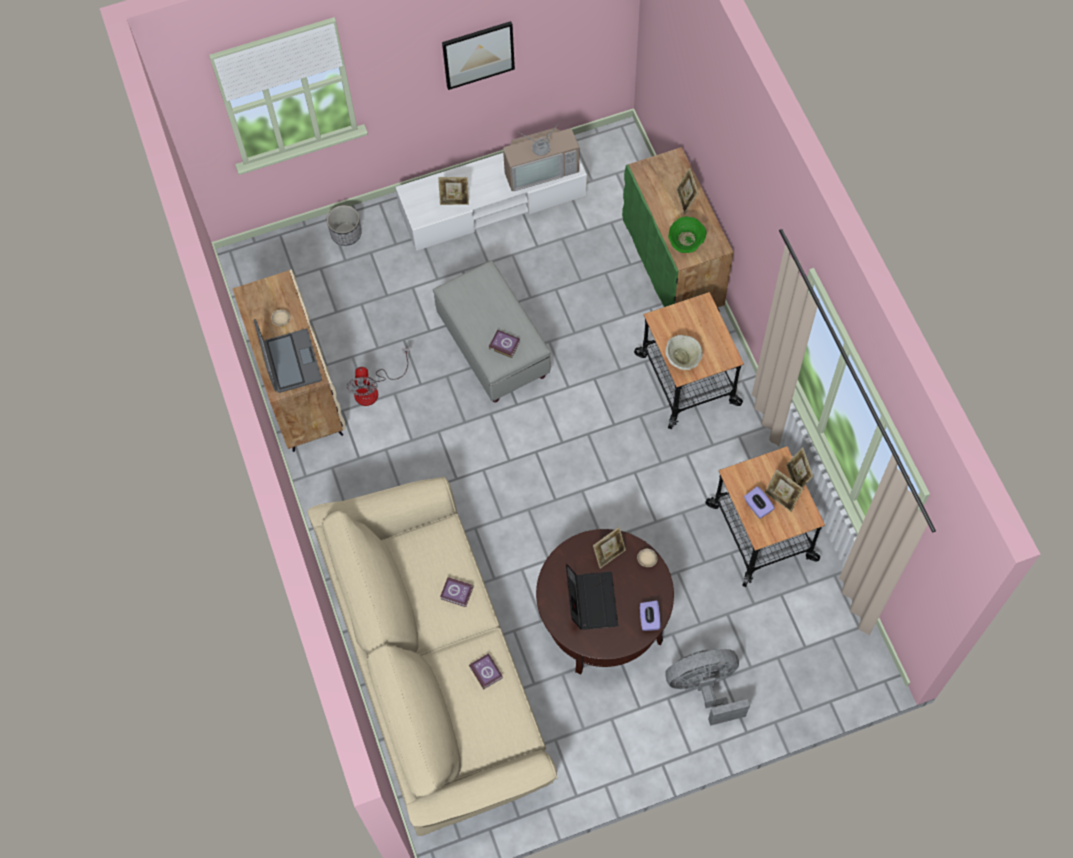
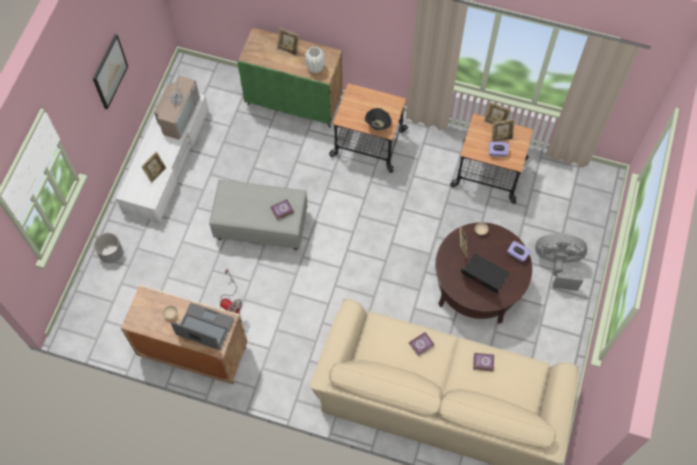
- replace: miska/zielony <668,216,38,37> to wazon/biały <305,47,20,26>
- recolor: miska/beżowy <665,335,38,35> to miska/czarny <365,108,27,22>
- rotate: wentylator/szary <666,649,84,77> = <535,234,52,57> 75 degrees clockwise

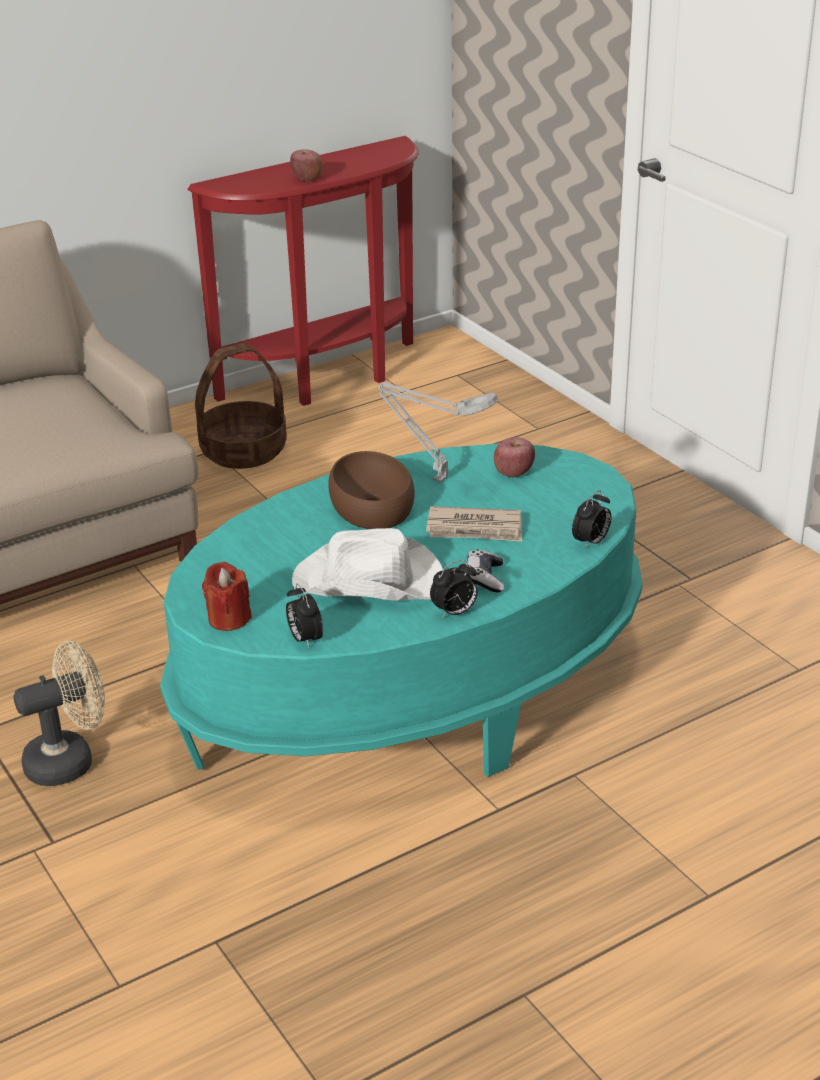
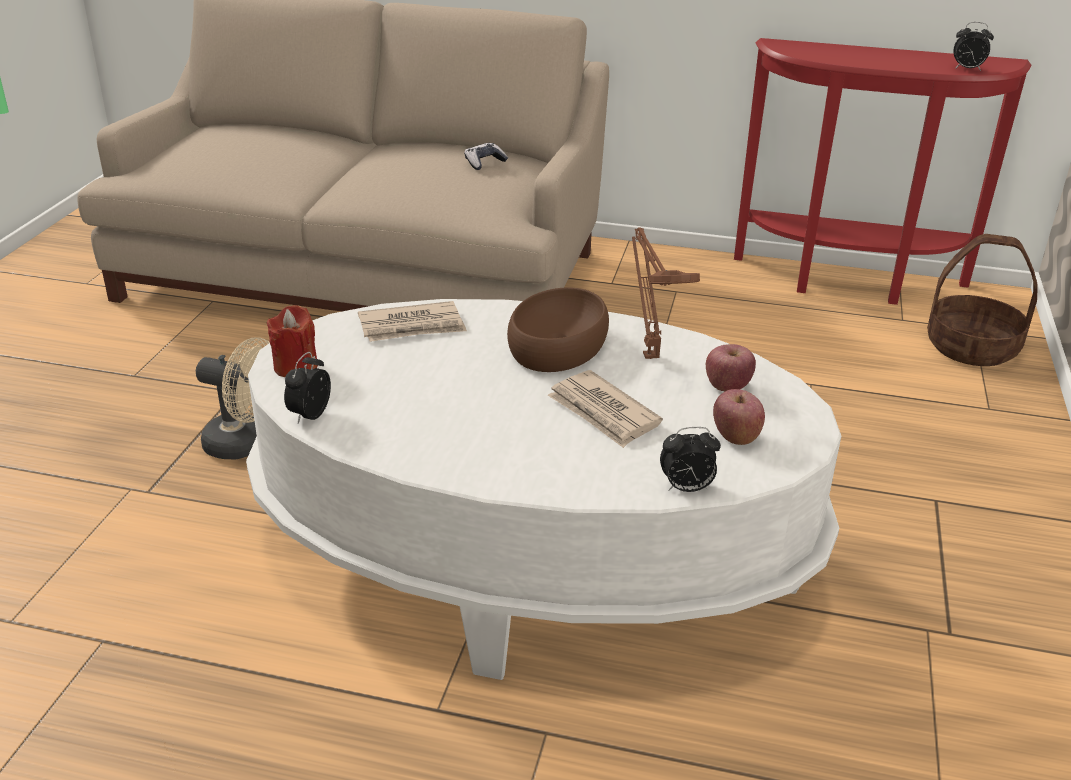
- move: jabłko <290,149,33,32> to <713,389,52,56>
- move: koszyk <195,343,92,126> to <927,234,110,132>
- recolor: lampa stołowa/szary <378,382,120,100> to lampa stołowa/brązowy <632,228,68,131>
- recolor: ława/turkusowy <160,444,483,333> to ława/biały <246,299,595,381>
- delete: kapelusz/biały <292,528,151,73>
- move: pad do gier <467,549,37,43> to <464,143,44,27>
- move: budzik <430,560,48,59> to <954,22,40,49>
- insert: gazeta <358,301,109,41>

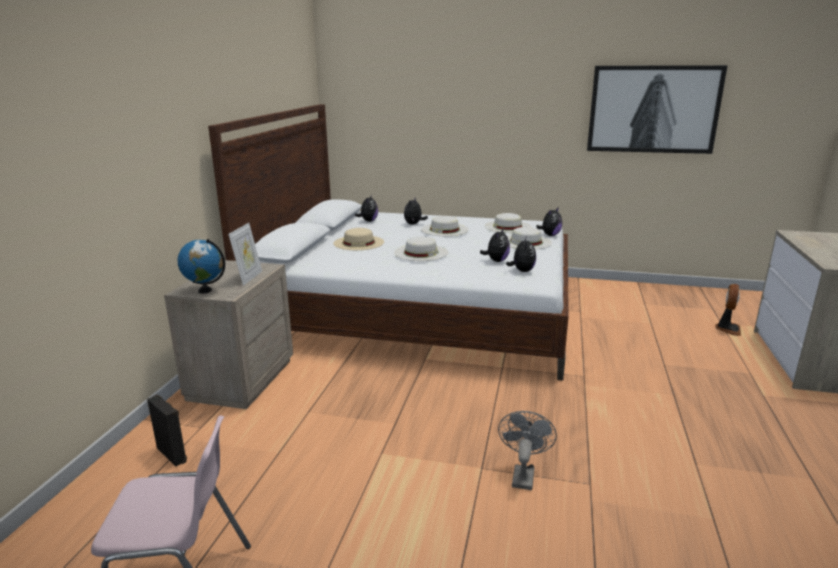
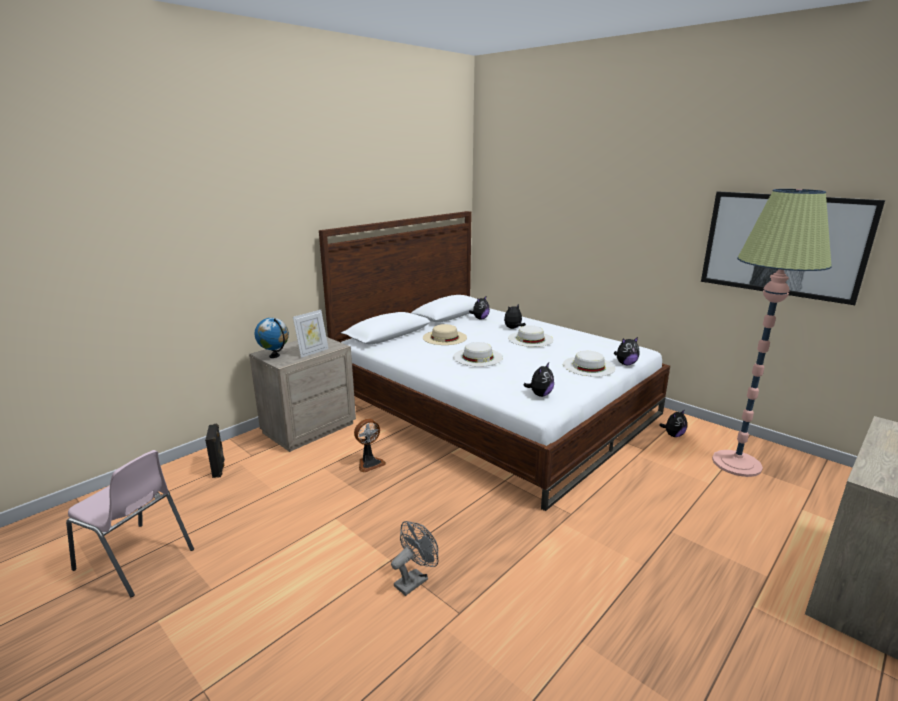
- delete: kapelusz/biały <485,213,46,20>
- move: pluszak <480,228,30,34> to <659,409,28,28>
- move: wentylator <716,284,25,52> to <354,419,32,54>
- insert: lampa stojąca <712,189,120,288>

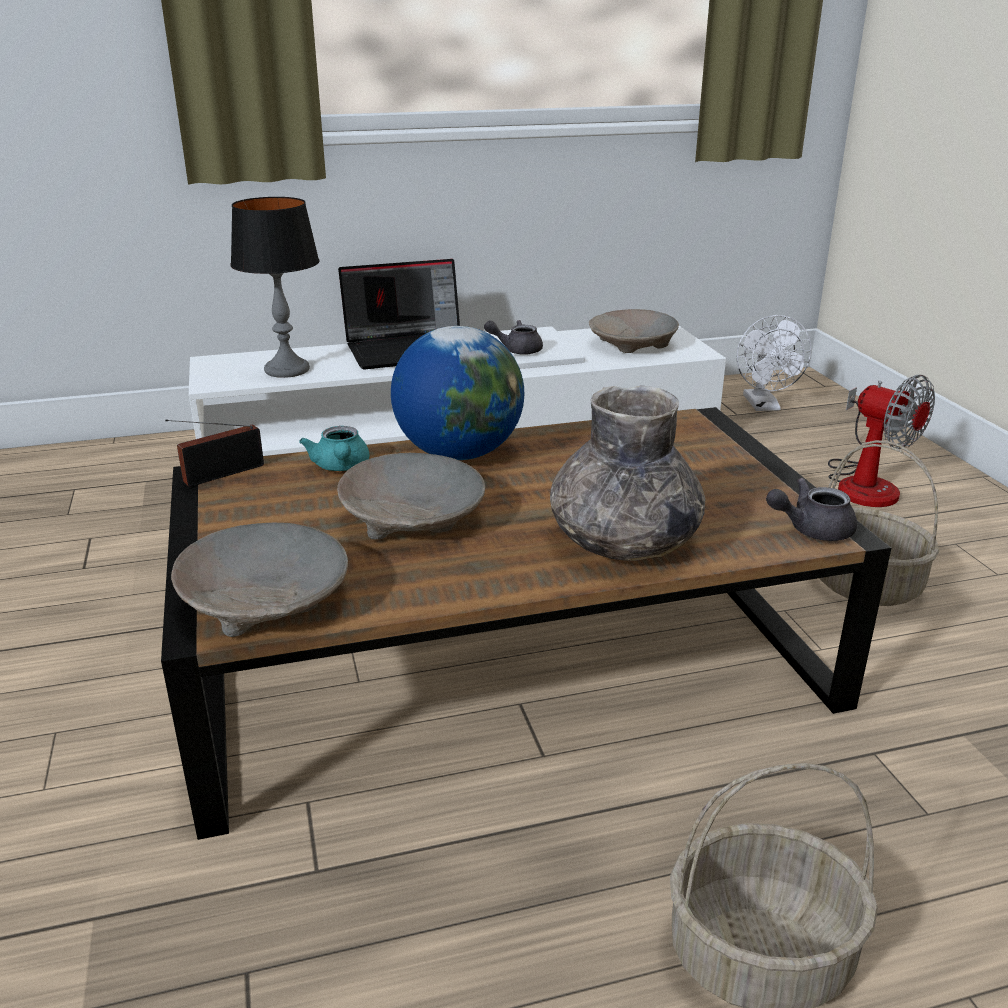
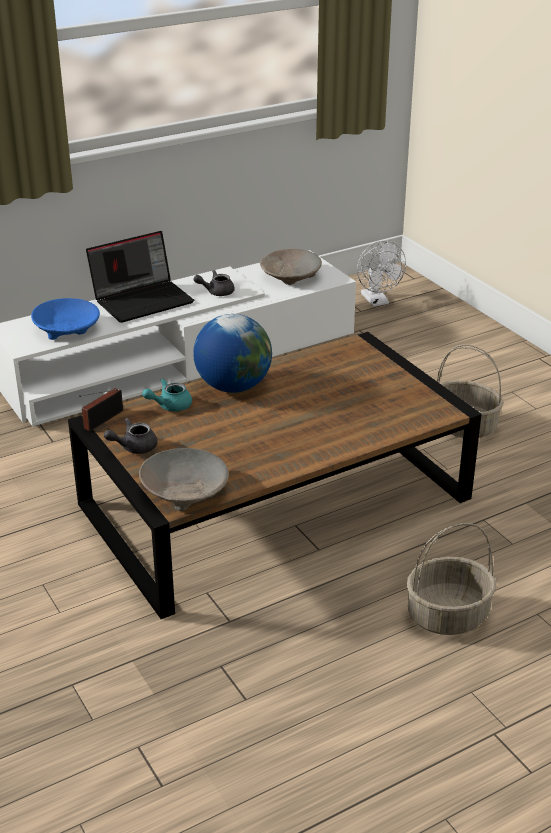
- replace: lampa stołowa <230,197,90,181> to miska/niebieski <31,298,69,42>
- delete: wentylator <828,375,107,132>
- delete: wazon/szary <550,385,155,176>
- rotate: imbryk/turkusowy <299,426,70,45> = <142,379,50,33> 90 degrees clockwise
- delete: miska/beżowy <337,453,148,86>
- move: imbryk/szary <766,478,91,63> to <104,418,53,36>

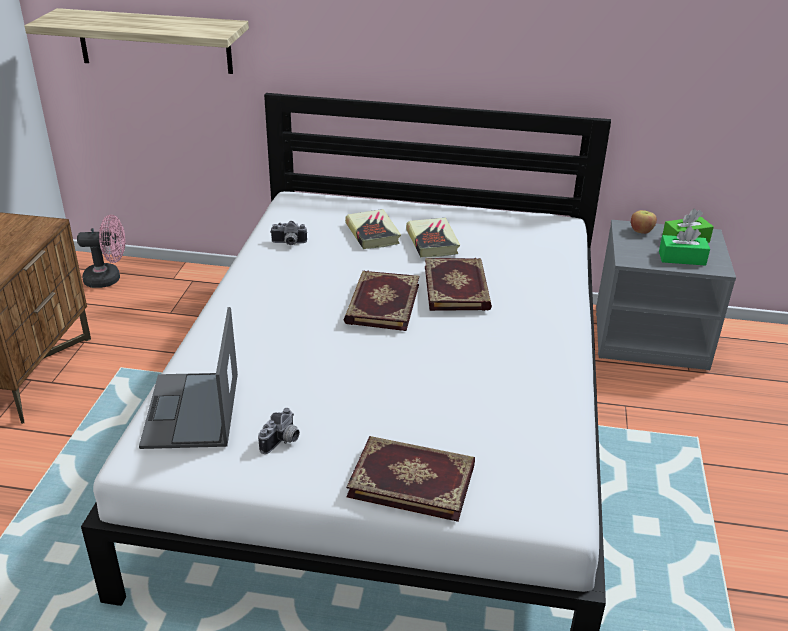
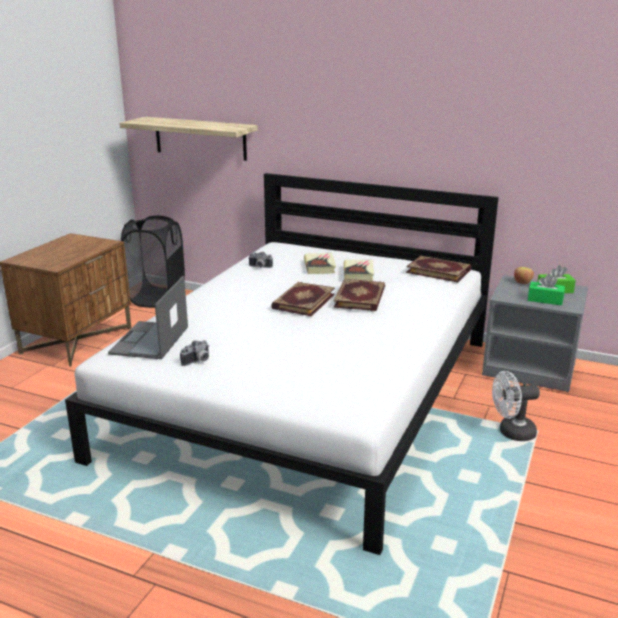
- replace: wentylator/różowy <77,215,48,73> to kosz na pranie/czarny <121,216,64,92>
- move: książka <346,436,129,86> to <406,256,65,26>
- insert: wentylator/biały <492,371,48,70>

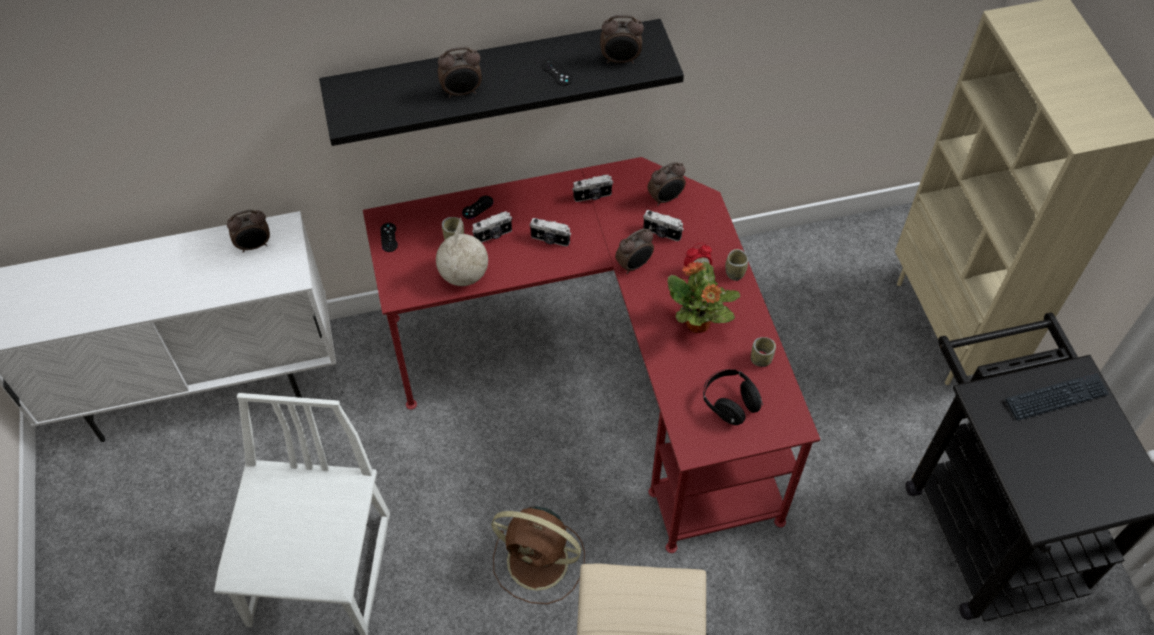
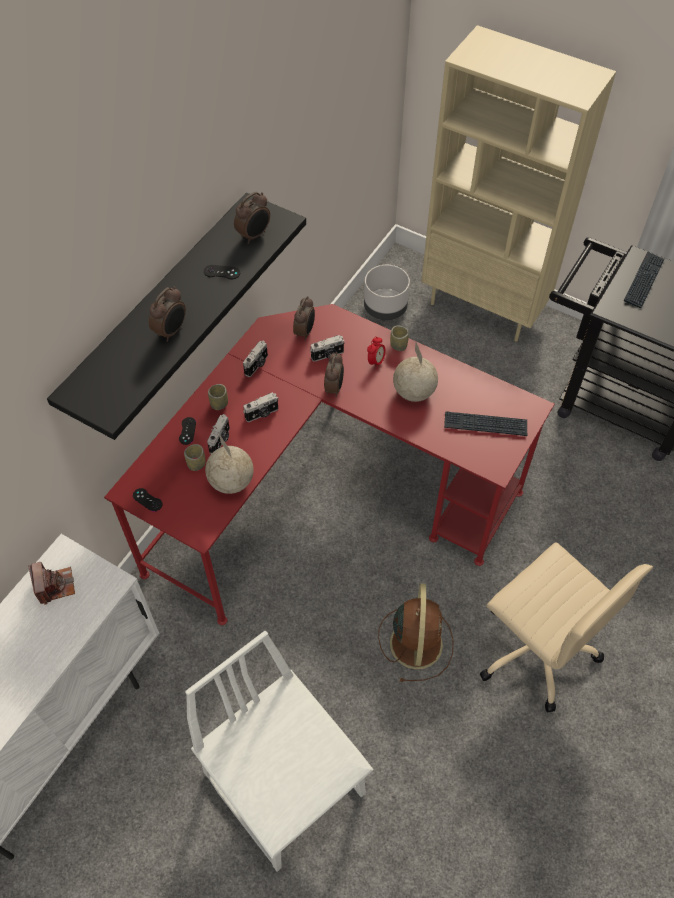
- replace: budzik <227,210,43,43> to aparat fotograficzny <28,562,47,43>
- replace: roślina doniczkowa <668,261,72,72> to globus <393,342,45,60>
- move: filiżanka <751,337,25,30> to <208,384,20,26>
- replace: słuchawki/czarny <703,369,60,56> to klawiatura <444,411,83,25>
- rotate: wentylator/brązowy <491,506,94,98> = <378,583,76,99> 60 degrees counterclockwise
- insert: donica/szary <364,265,46,55>

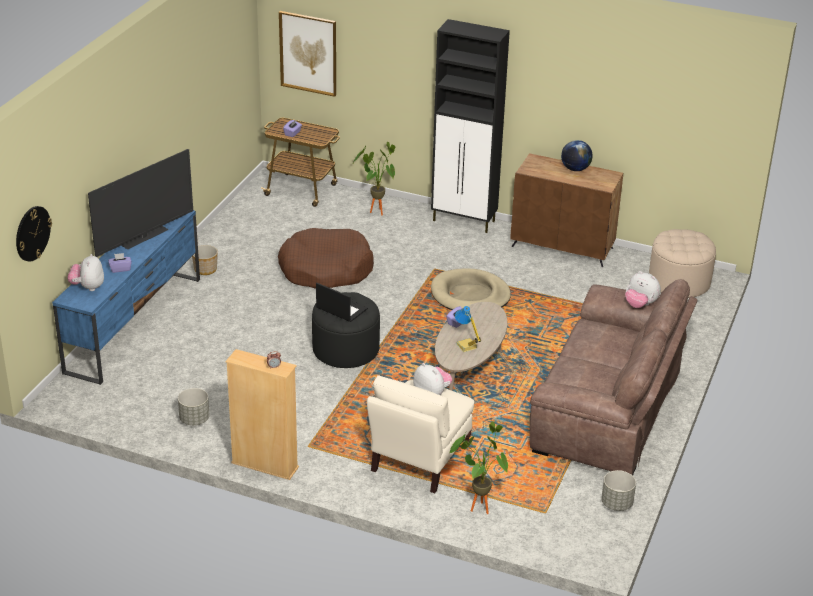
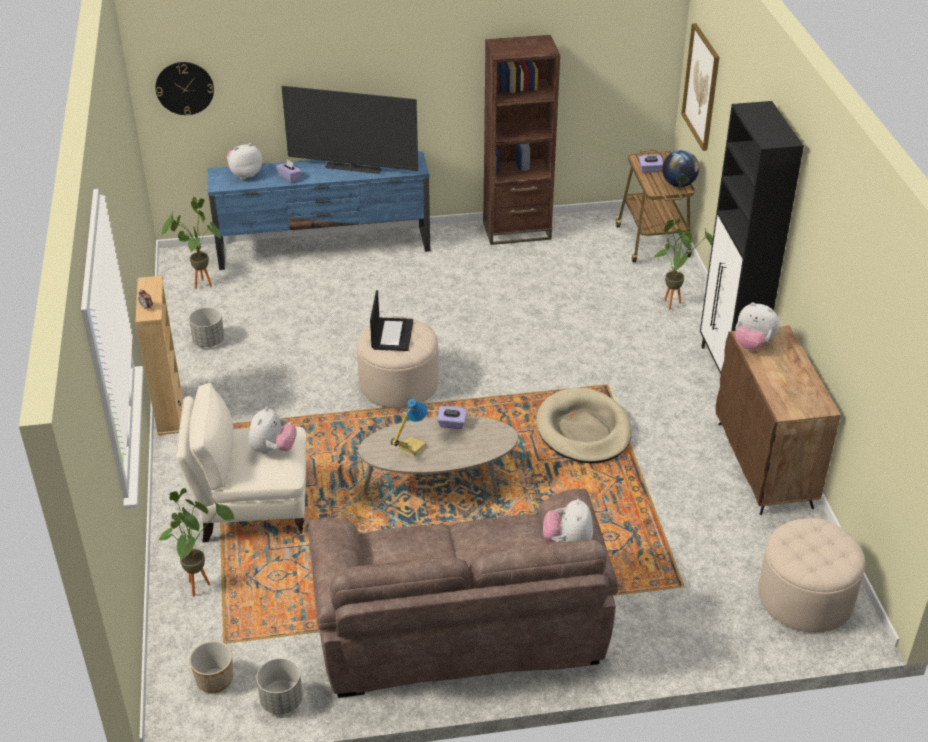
- move: globus <561,140,32,31> to <662,150,37,37>
- delete: legowisko/brązowy <278,228,96,61>
- move: donica <192,245,26,30> to <189,641,44,52>
- recolor: pufa/czarny <312,292,68,76> to pufa/beżowy <357,316,82,92>
- insert: regał/brązowy <483,35,77,210>
- insert: roślina doniczkowa <162,197,59,92>
- insert: pluszak <735,302,44,48>

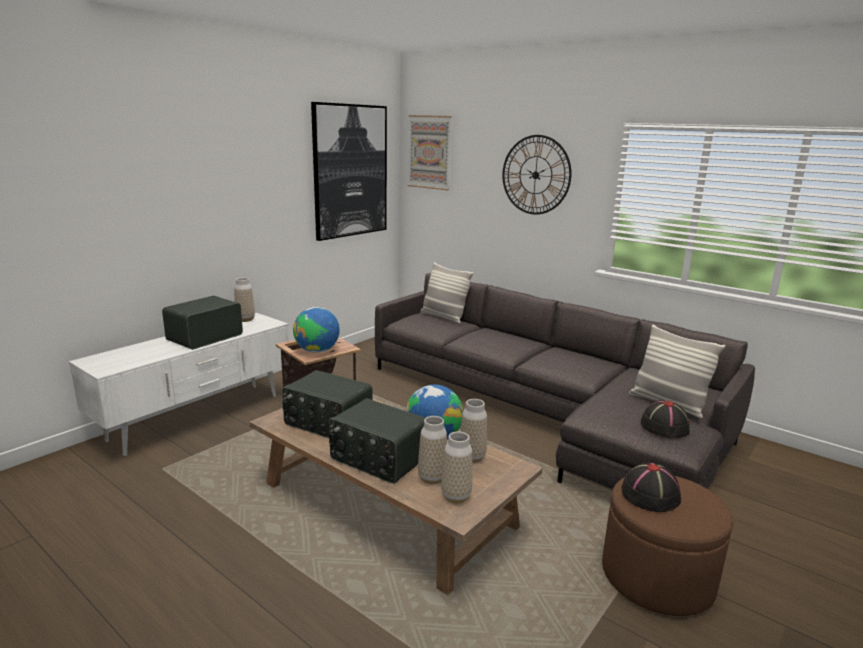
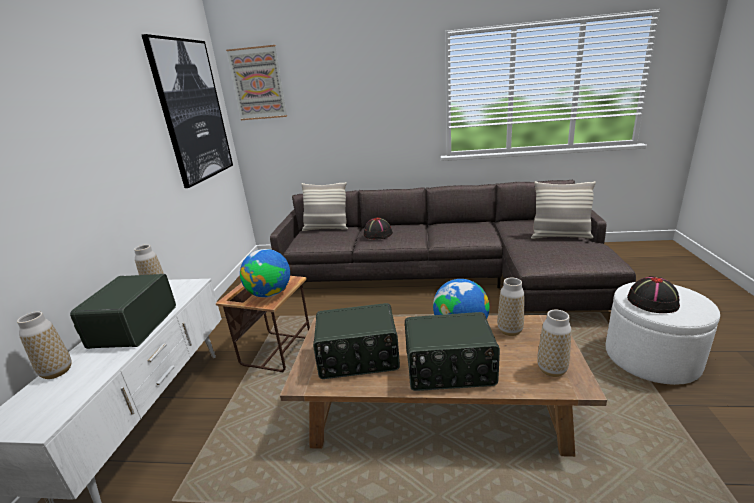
- delete: zegar ścienny <502,135,70,80>
- move: kapelusz/czarny <641,400,49,38> to <364,218,29,21>
- move: wazon <418,416,29,68> to <17,311,55,68>
- recolor: pufa/brązowy <602,476,131,140> to pufa/biały <606,282,114,103>

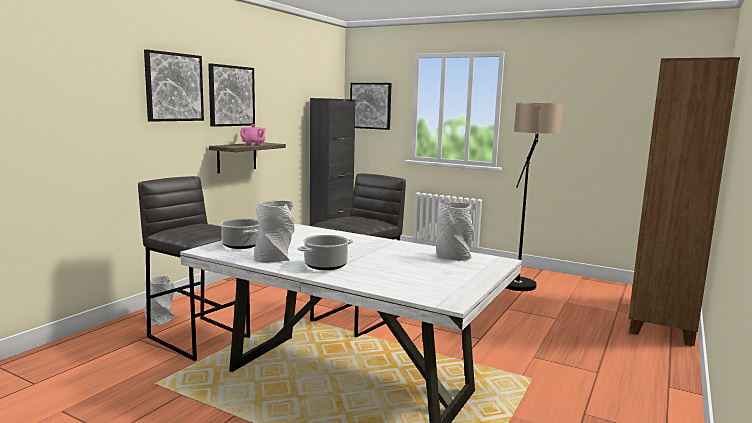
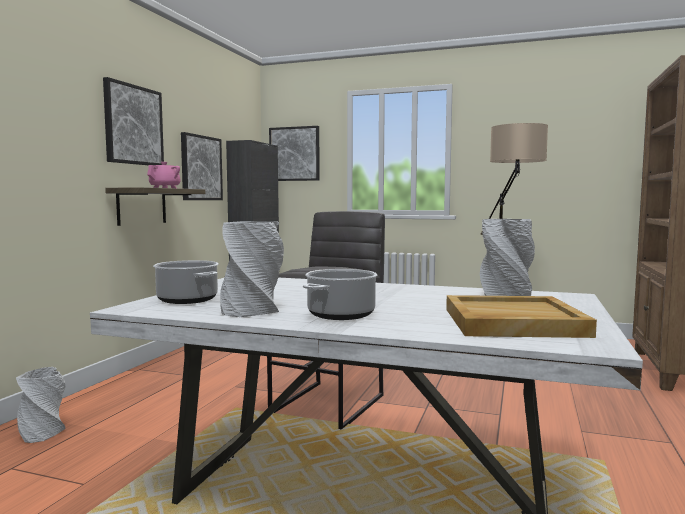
- move: obraz <144,50,60,72> to <181,132,42,68>
- delete: stołek/szary <138,176,112,185>
- insert: taca/beżowy <446,295,151,43>

